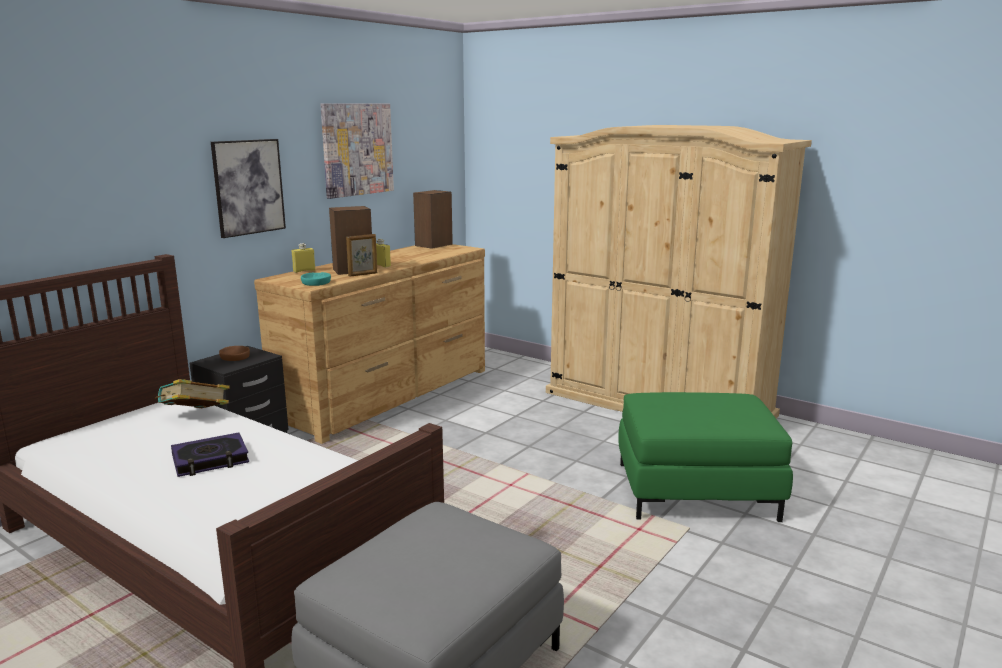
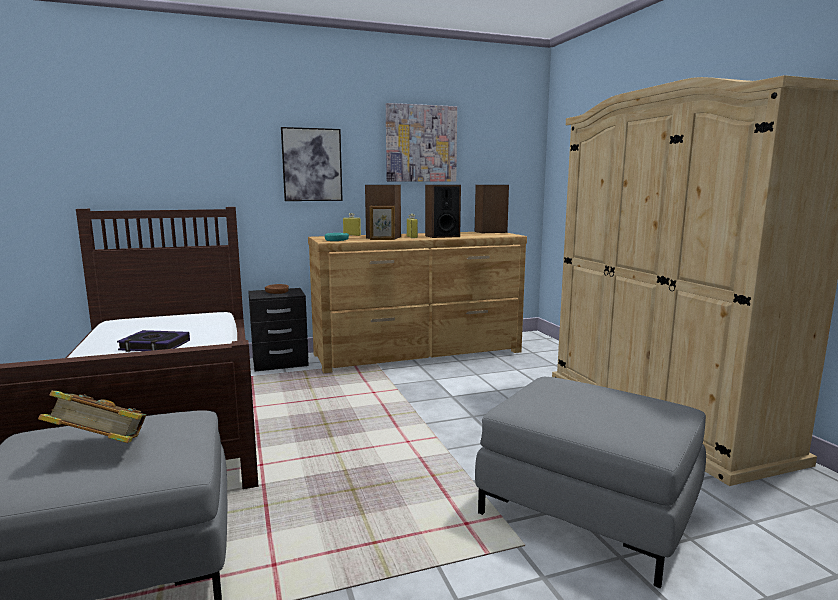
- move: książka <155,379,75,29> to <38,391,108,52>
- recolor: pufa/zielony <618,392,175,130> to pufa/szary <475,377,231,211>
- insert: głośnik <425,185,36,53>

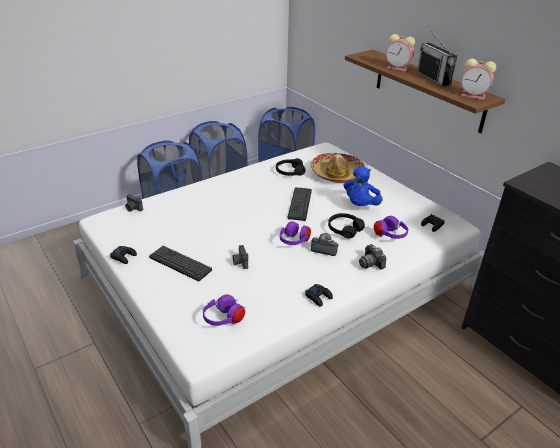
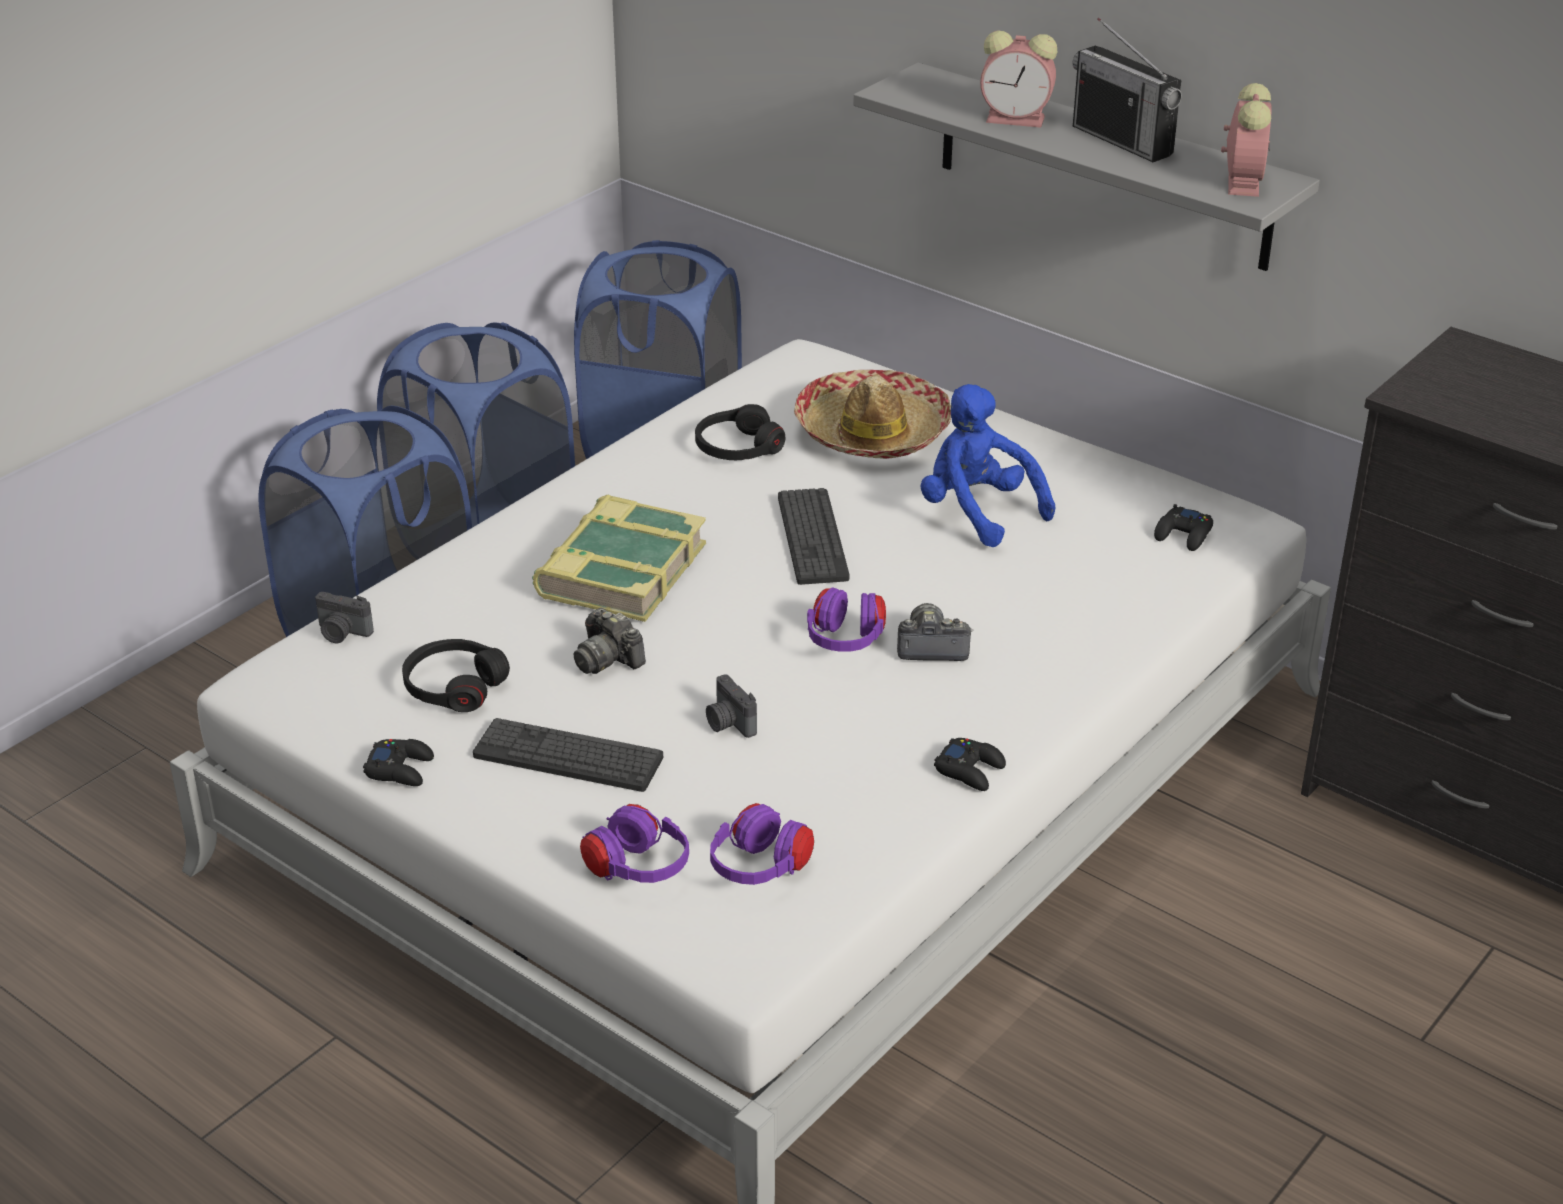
- recolor: półka/brązowy <345,50,160,83> to półka/szary <853,63,467,208>
- rotate: budzik <461,58,35,42> = <1221,83,51,114> 90 degrees counterclockwise
- rotate: pluszak/niebieski <343,166,40,40> = <921,384,134,163> 135 degrees clockwise
- move: słuchawki/czarny <328,213,37,25> to <402,639,108,73>
- move: słuchawki/fioletowy <374,216,34,23> to <580,804,109,79>
- move: aparat fotograficzny <359,244,27,25> to <573,608,73,66>
- insert: książka <532,495,174,127>

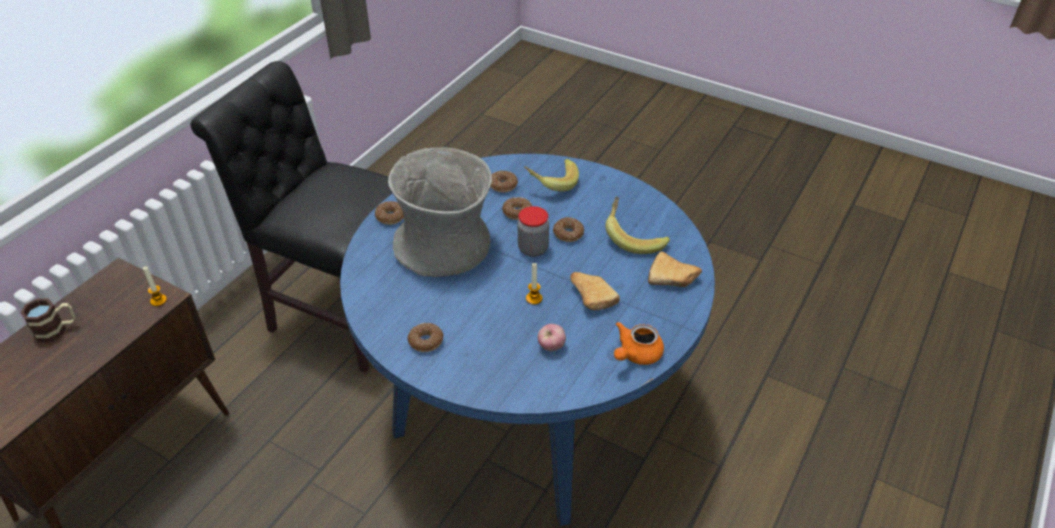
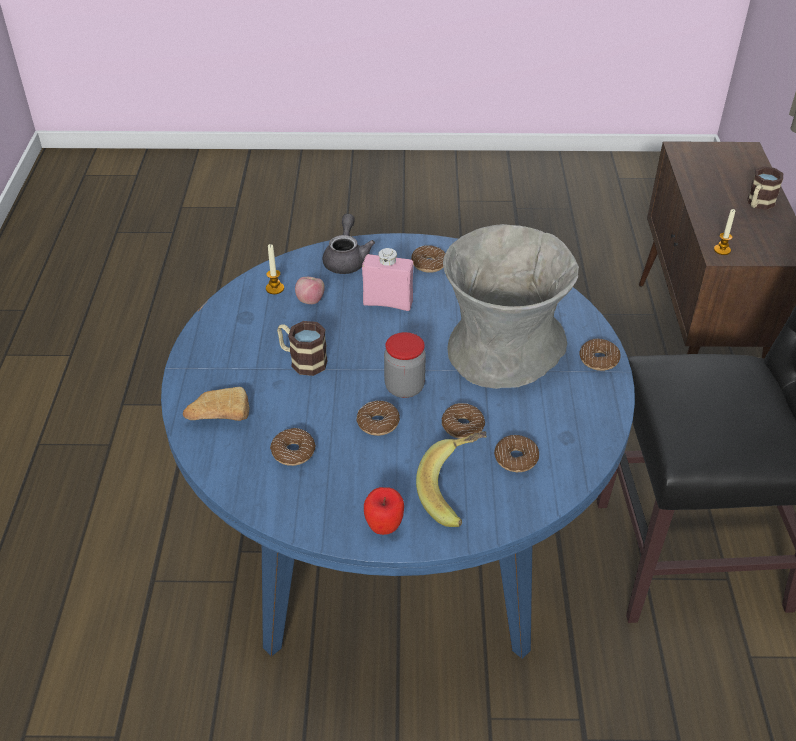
- replace: banan <605,197,65,57> to donut <270,428,46,38>
- move: świeca <526,263,16,42> to <266,244,18,50>
- replace: chleb <570,272,50,38> to kubek <277,321,51,55>
- delete: imbryk/pomarańczowy <614,322,50,43>
- insert: imbryk/szary <323,214,52,60>
- insert: butelka/różowy <362,248,52,63>
- insert: jabłko <364,487,40,48>

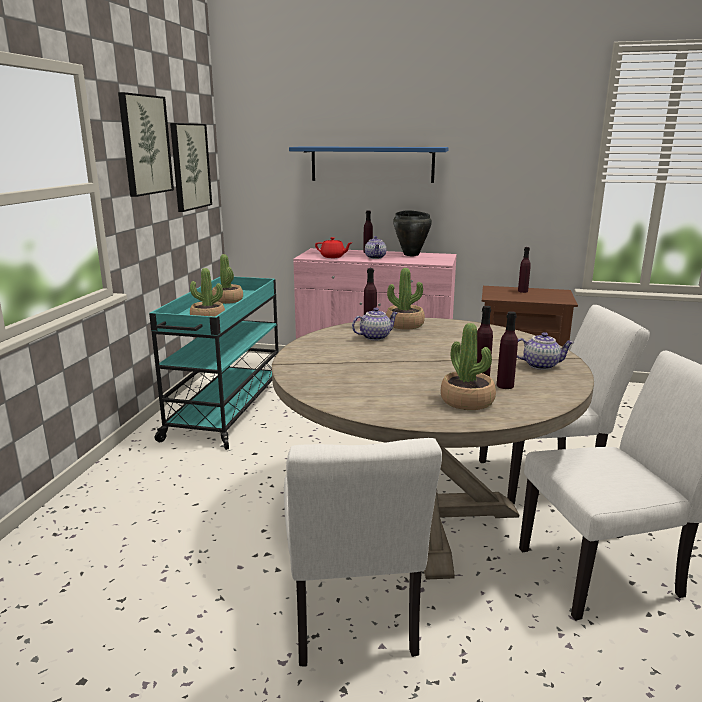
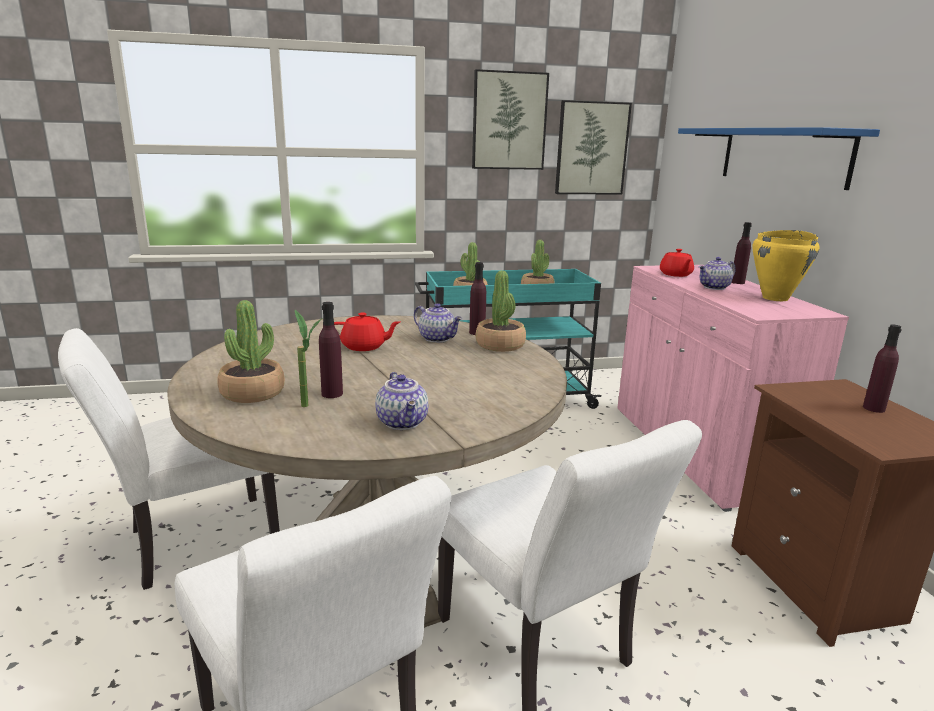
- recolor: garnek/czarny <393,211,39,45> to garnek/żółty <753,230,67,71>
- replace: butelka/fioletowy <497,311,21,78> to roślina doniczkowa <295,310,26,97>
- insert: imbryk/czerwony <334,312,66,39>

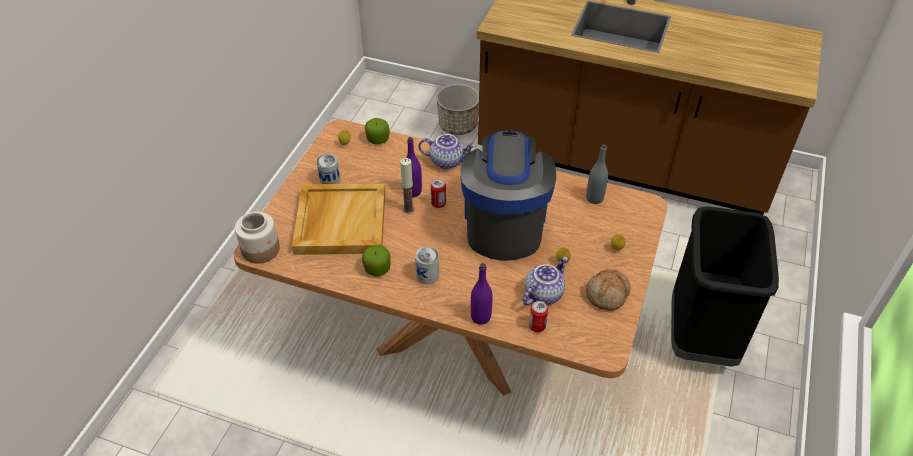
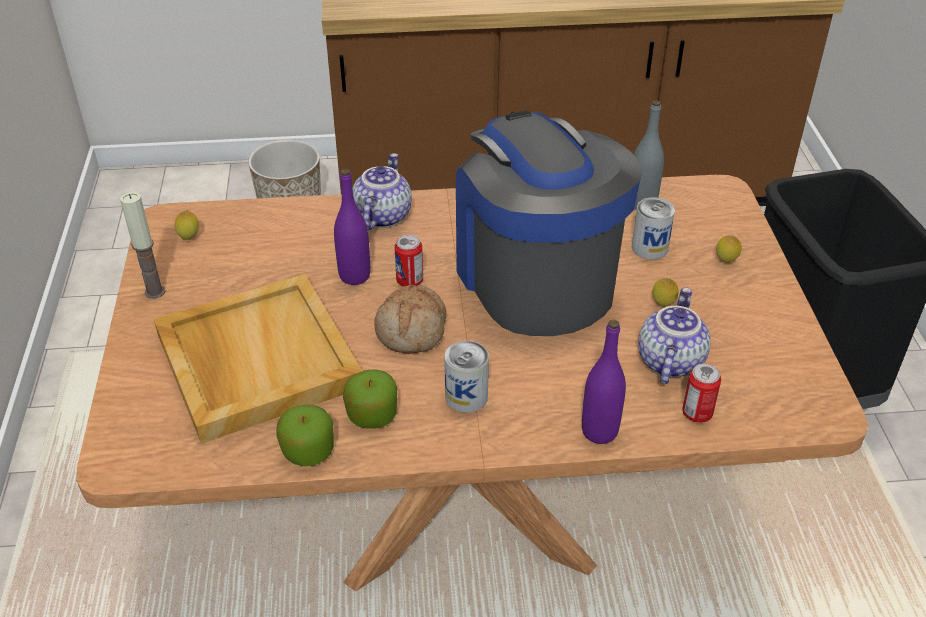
- move: jabłko <365,118,24,26> to <276,405,58,61>
- rotate: imbryk <419,134,56,35> = <352,153,60,77> 60 degrees counterclockwise
- move: puszka <316,154,24,30> to <632,197,43,62>
- move: świeca <400,158,14,55> to <120,192,45,107>
- delete: słoik <235,212,45,52>
- move: chleb <586,269,45,42> to <374,285,72,69>

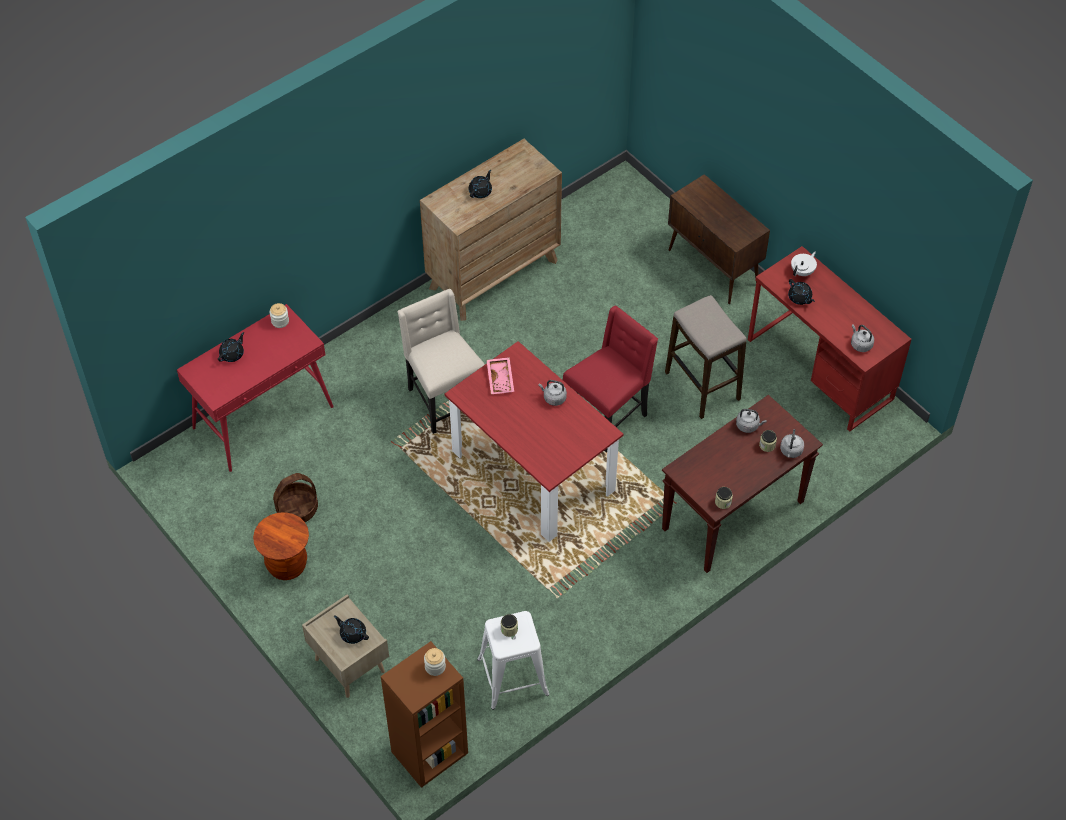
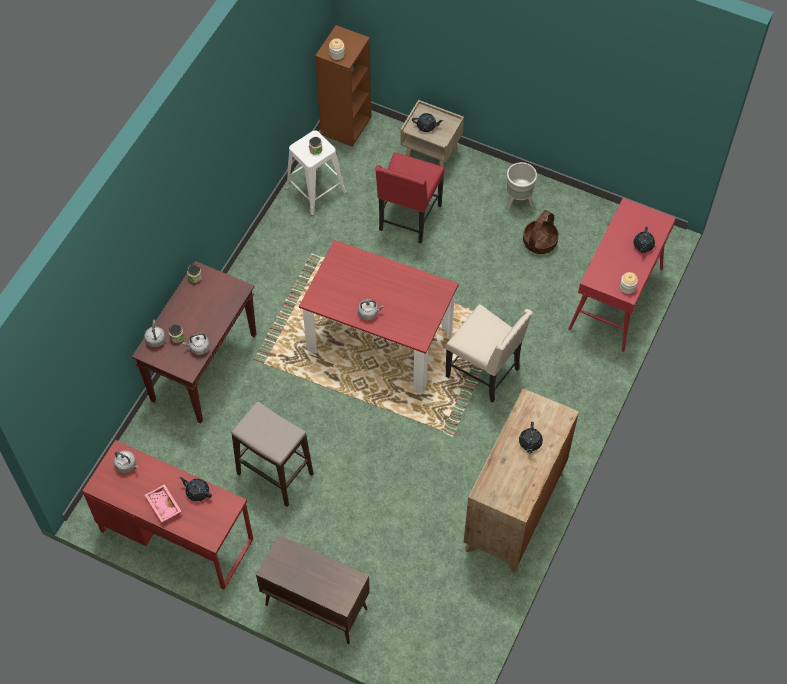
- delete: imbryk/biały <791,252,26,24>
- move: krzesło/czerwony <563,306,95,147> to <375,152,70,91>
- move: taca/różowy <486,357,28,37> to <145,484,37,38>
- replace: stołek/brązowy <253,512,56,68> to donica/szary <507,162,30,47>

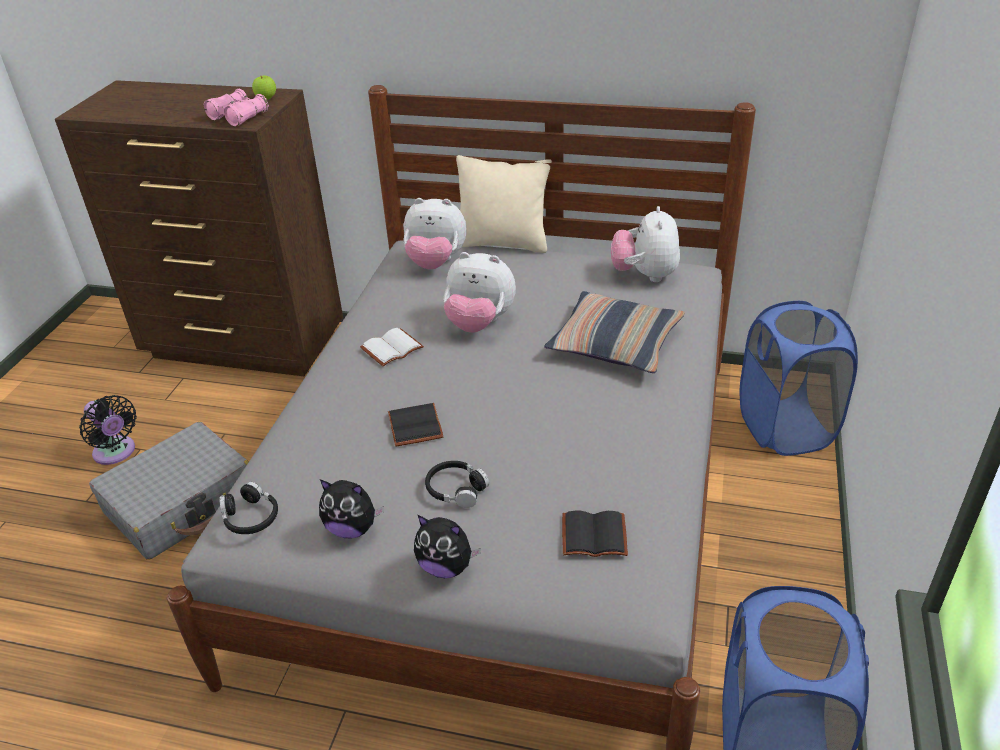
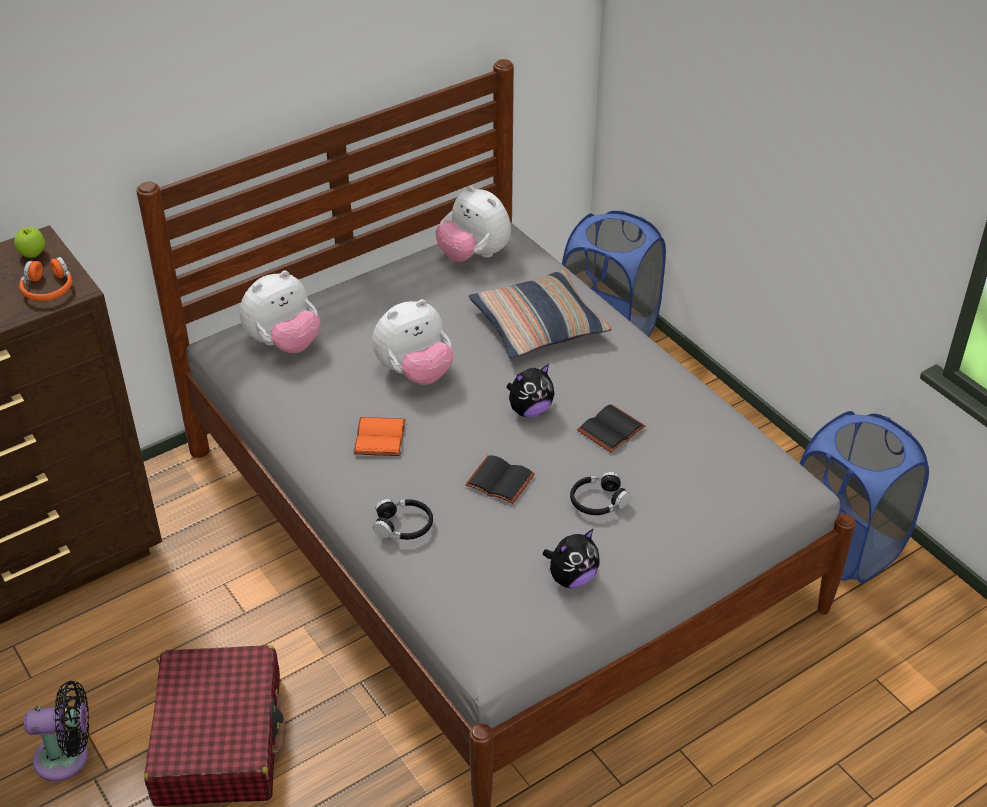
- replace: lornetka/różowy <204,89,65,37> to słuchawki/pomarańczowy <19,257,53,44>
- delete: poduszka/beżowy <456,155,96,98>
- recolor: książka/biały <360,328,64,38> to książka/pomarańczowy <354,417,52,39>
- recolor: walizka/szary <89,422,159,138> to walizka/czerwony <144,645,141,161>
- move: słuchawki/czarny <219,481,59,53> to <373,499,60,41>
- move: książka/czarny <562,510,66,47> to <577,404,69,49>
- move: pluszak <414,515,67,63> to <506,364,49,54>

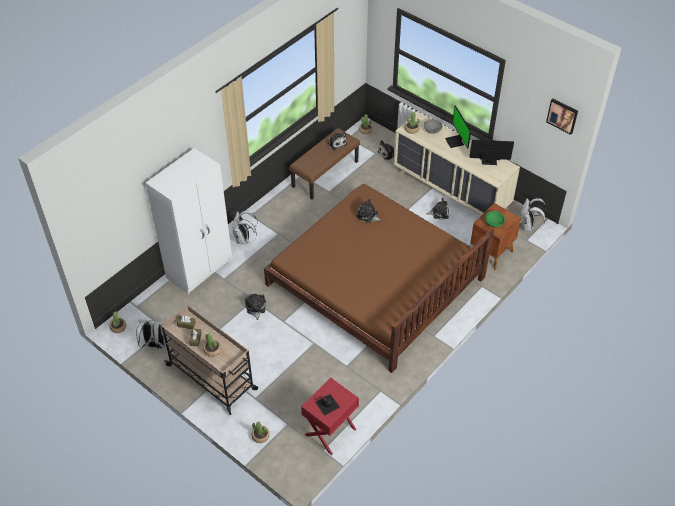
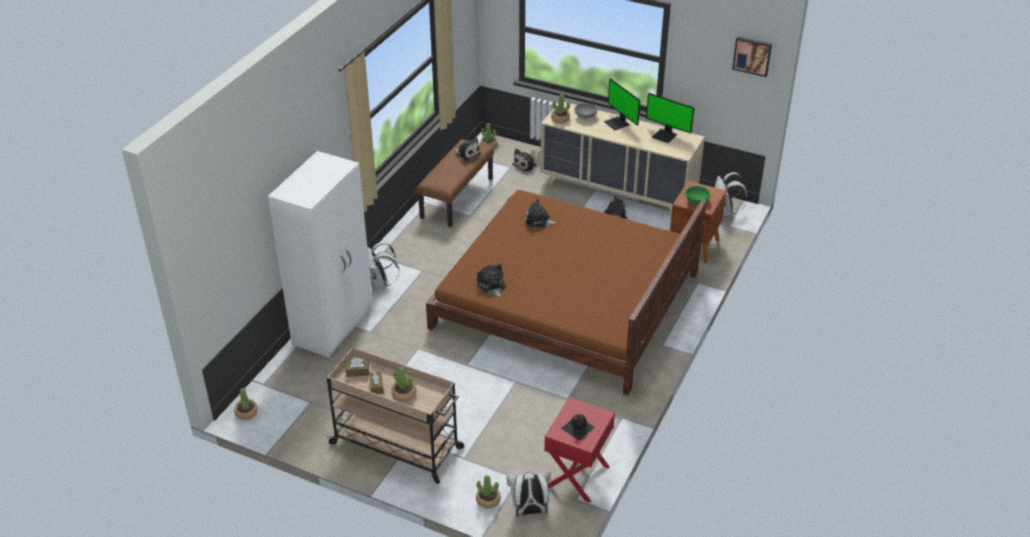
- rotate: monitor <469,140,45,25> = <646,93,48,50> 135 degrees counterclockwise
- move: pluszak <245,294,21,26> to <477,264,29,33>
- move: plecak/biały <136,319,31,30> to <507,472,44,45>

